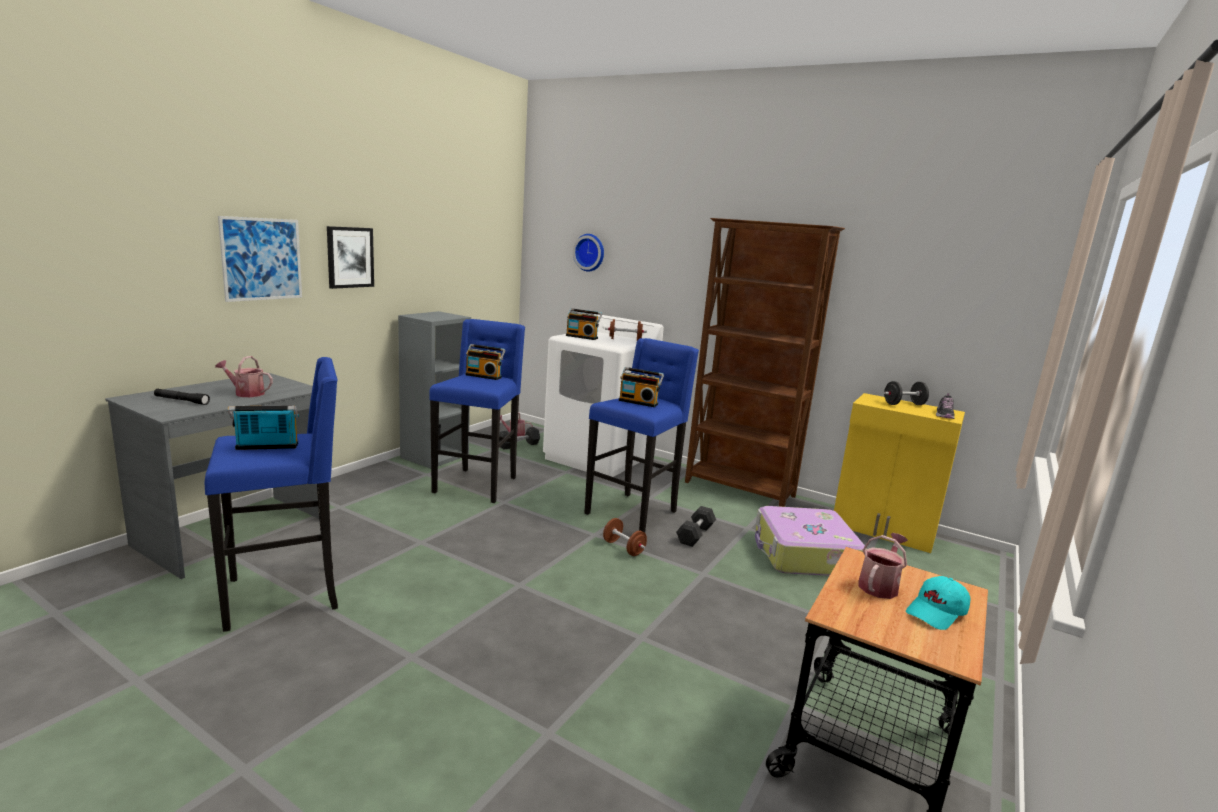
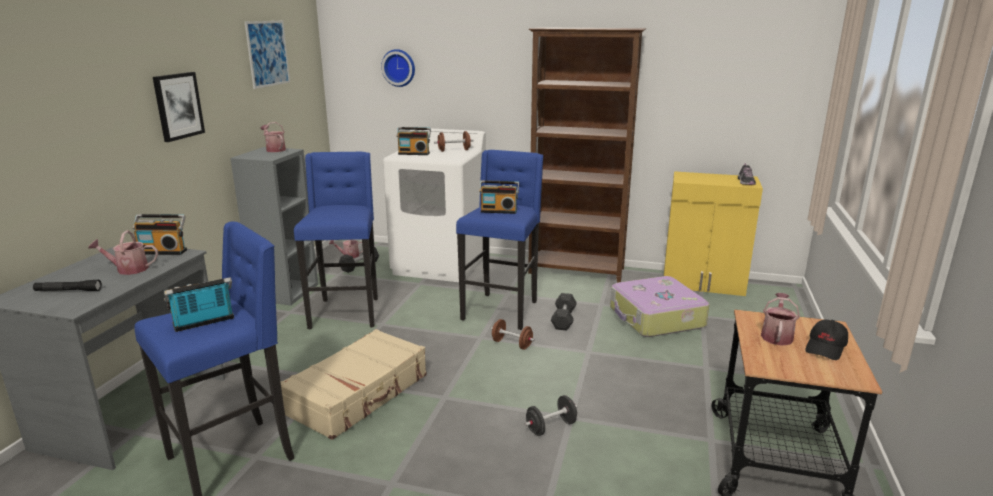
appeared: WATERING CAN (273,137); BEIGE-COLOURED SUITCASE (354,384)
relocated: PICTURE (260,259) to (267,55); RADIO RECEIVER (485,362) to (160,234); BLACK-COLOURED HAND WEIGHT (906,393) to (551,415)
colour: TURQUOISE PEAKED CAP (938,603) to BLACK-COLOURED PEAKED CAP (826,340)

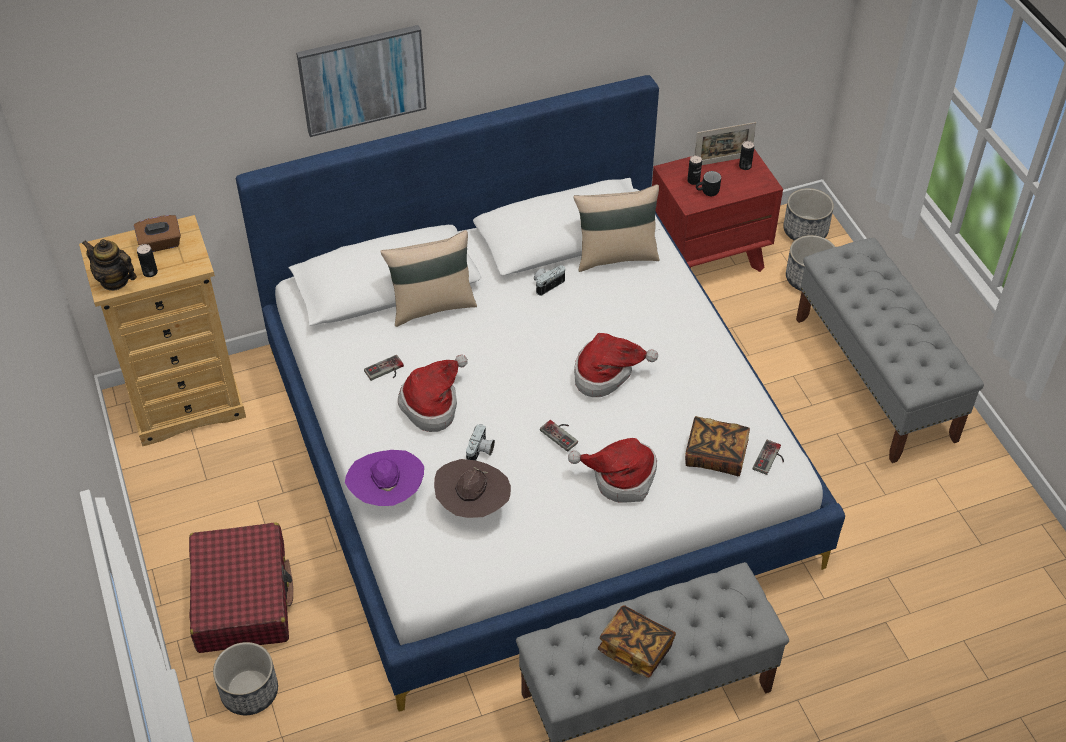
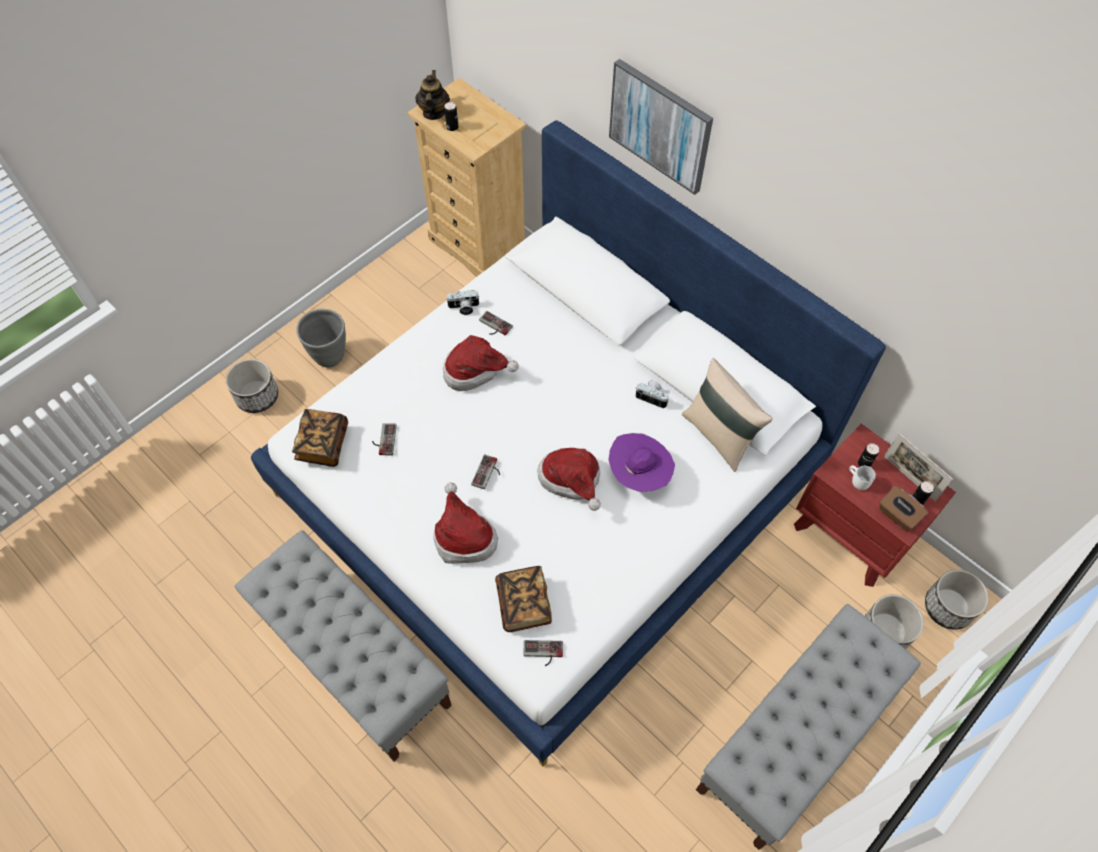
missing: BEIGE-COLOURED THROW PILLOW (428,278)
relocated: BROWN-COLOURED BOX OF TISSUES (157,233) to (903,508); STILL CAMERA (480,442) to (463,302); PURPLISH HAT (384,478) to (641,462); BOOK (637,641) to (320,438)
exchanged: BROWN-COLOURED HAT (472,488) to GAMEPAD (384,439); REDDISH SUITCASE (241,587) to GRAY FLOWER POT (321,338)
colour: BLACK-COLOURED MUG (708,183) to WHITE MUG (862,477)

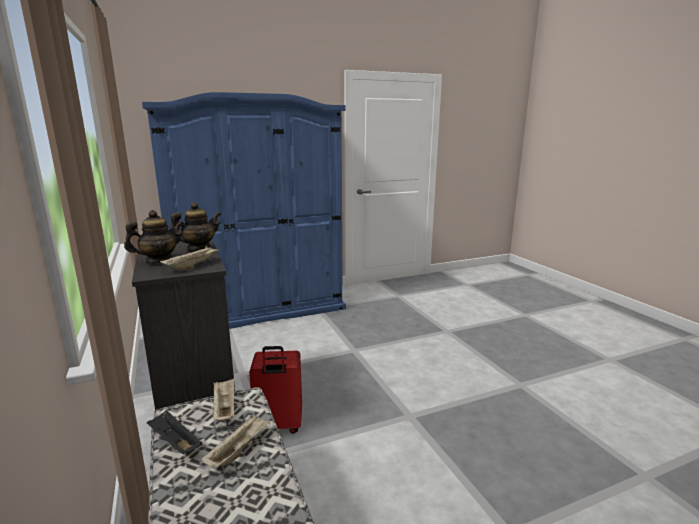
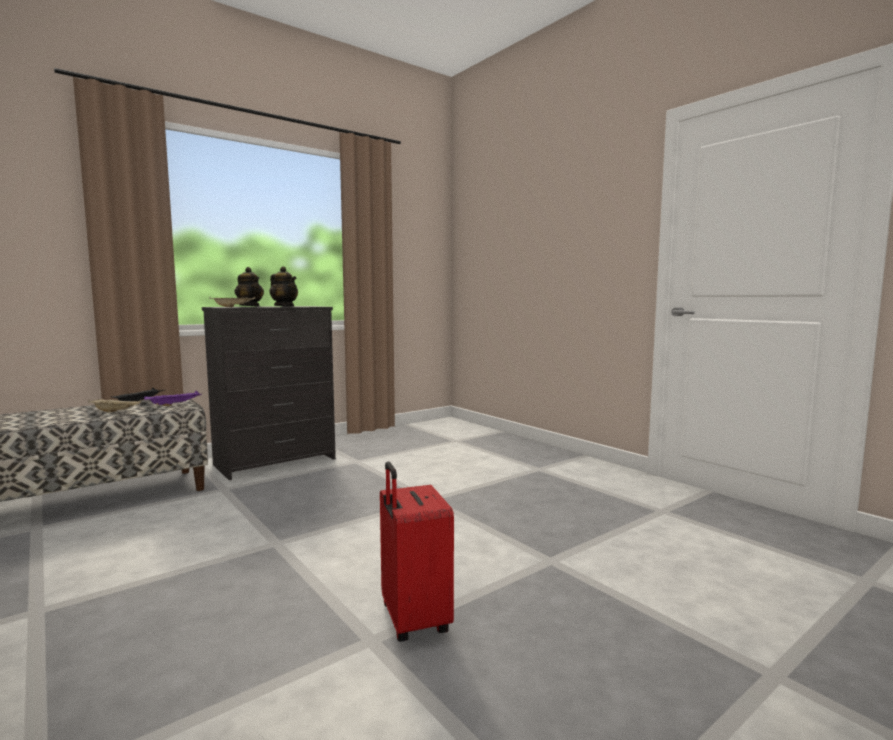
missing: BLUISH CLOTHES CUPBOARD (244,210)
relocated: REDDISH SUITCASE (275,390) to (417,552)
colour: BEIGE-COLOURED TRAY (223,399) to PURPLISH TRAY (173,398)

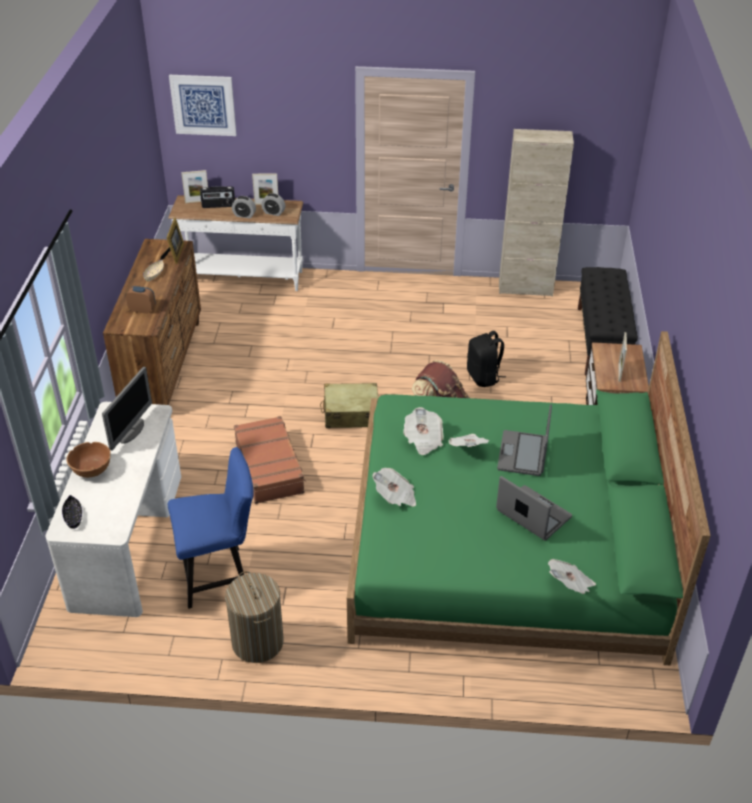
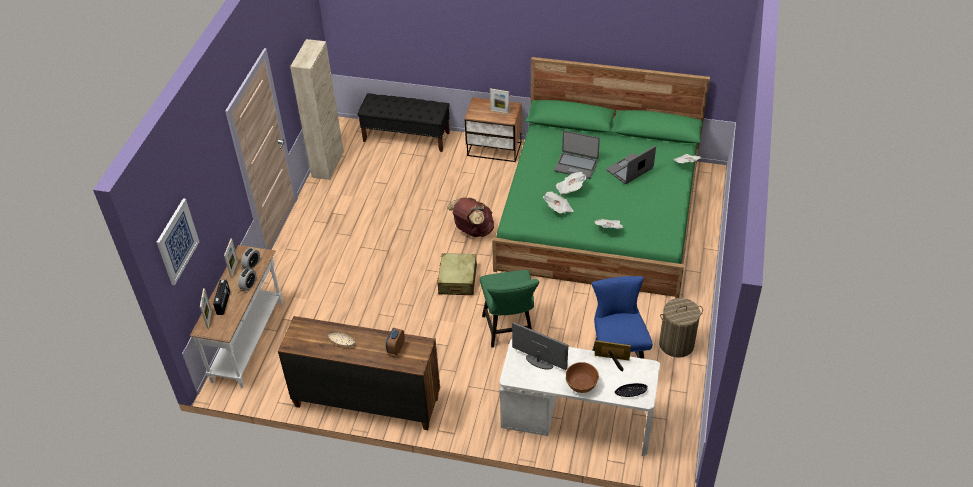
missing: BLACK-COLOURED KNAPSACK (486,359)
relocated: PHOTO FRAME (172,241) to (613,356)
exchanged: BROWN-COLOURED SUITCASE (270,460) to GREEN CHAIR (509,309)

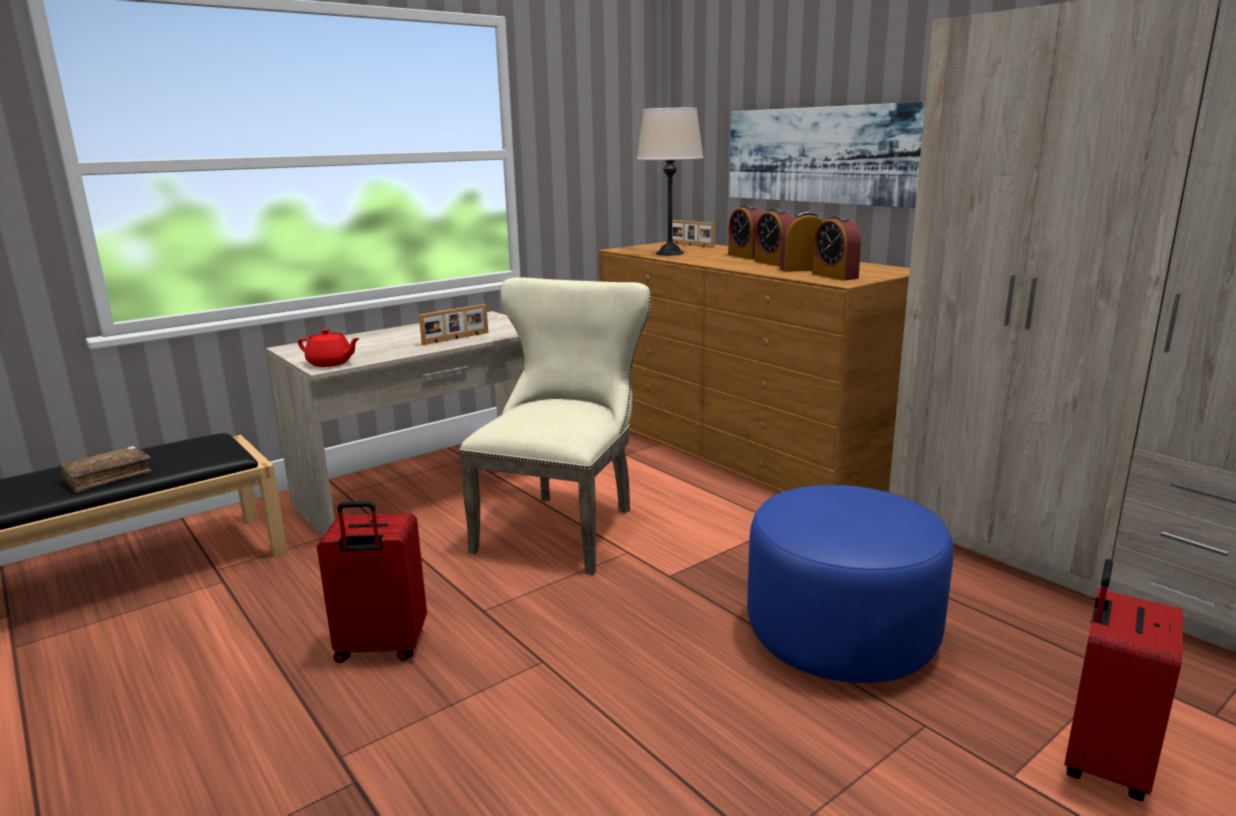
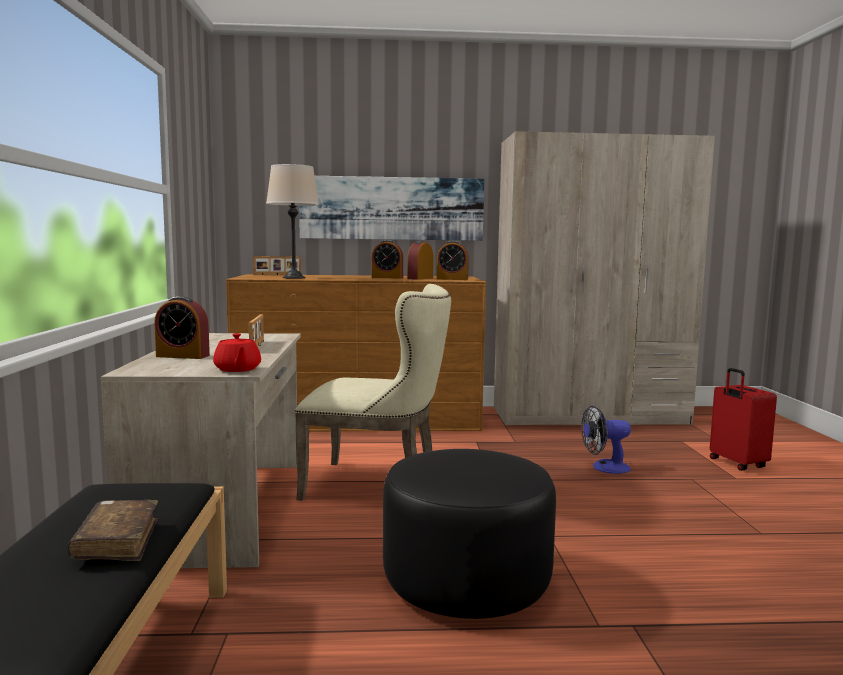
relocated: BEDSIDE CLOCK (745,232) to (182,327)
exchanged: BLUISH OTTOMAN (850,584) to COOLING FAN (606,439); REDDISH SUITCASE (372,582) to BLACK-COLOURED OTTOMAN (469,534)
spun: BEIGE-COLOURED CHAIR (555,426) = (373,392) 135 degrees clockwise; REDDISH POT FOR TEA (329,348) = (237,352) 105 degrees clockwise

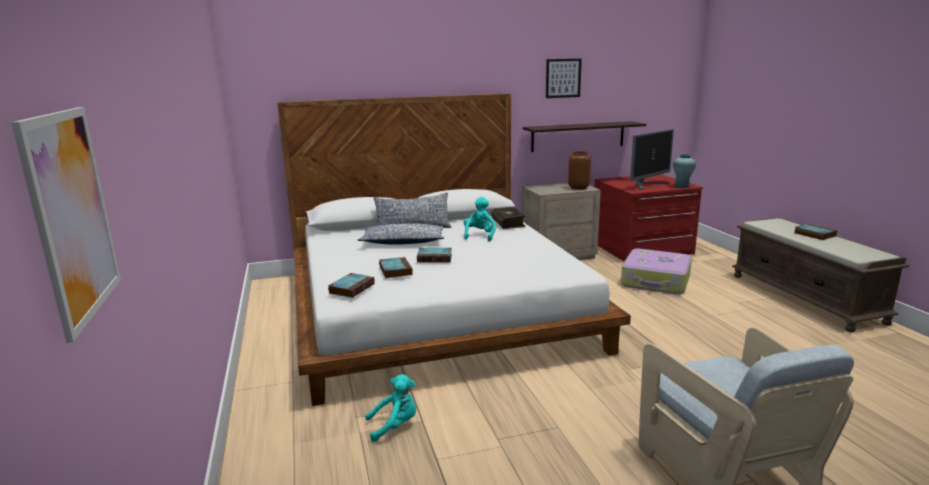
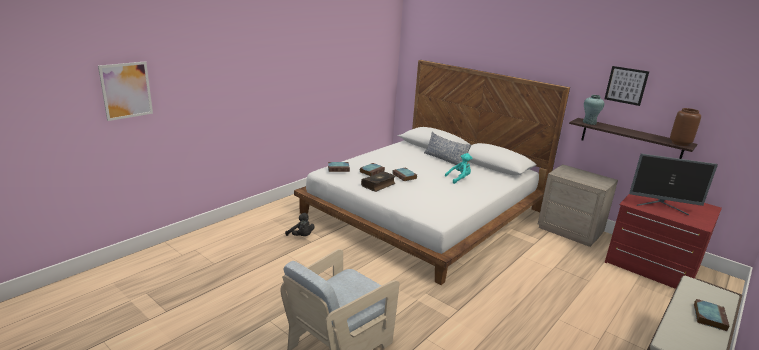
missing: THROW PILLOW (401,234); SUITCASE (656,271)
relocated: BROWN-COLOURED FLOWER VASE (579,170) to (685,127); TURQUOISE FLOWER VASE (684,171) to (593,110); BOOK (508,218) to (378,181)
colour: TURQUOISE CUDDLY TOY (390,408) to BLACK-COLOURED CUDDLY TOY (300,224)

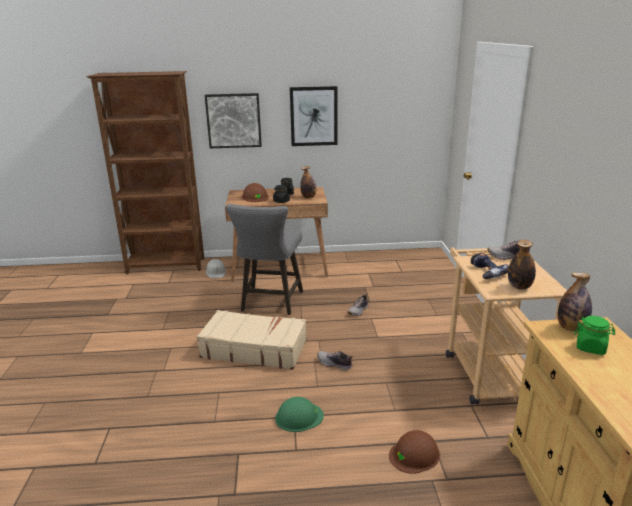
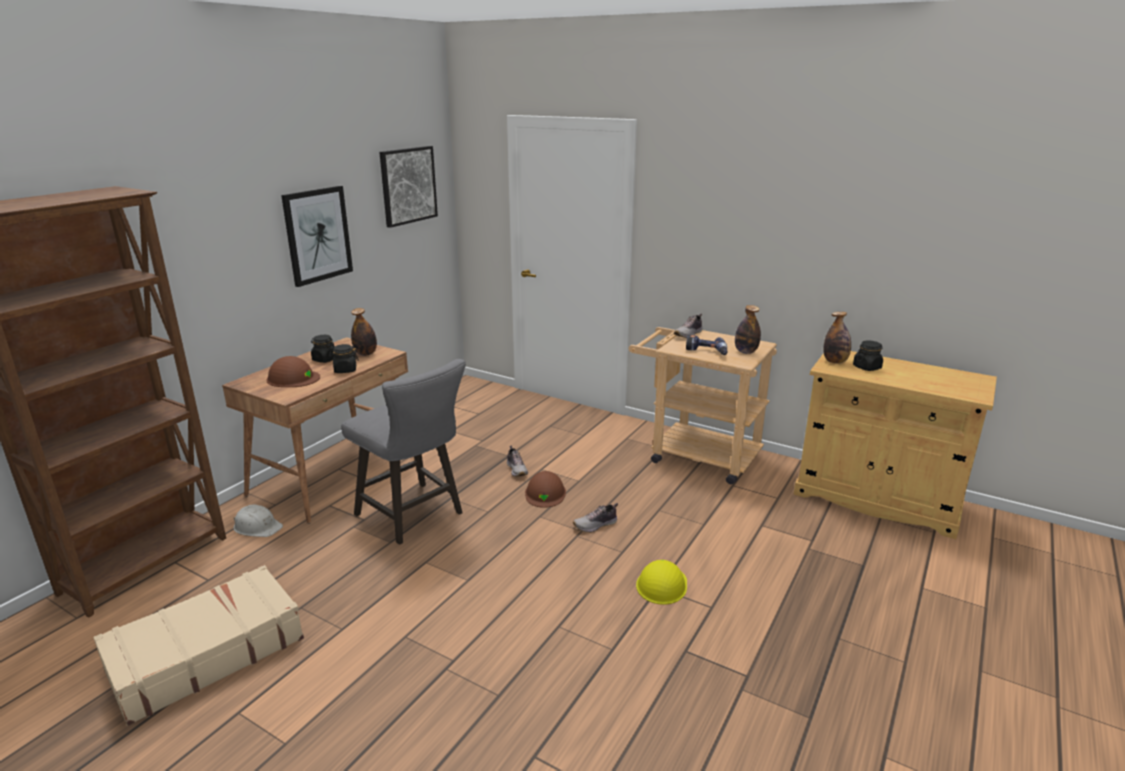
relocated: PICTURE (233,120) to (408,187); BEIGE-COLOURED SUITCASE (251,340) to (198,645); BROWN-COLOURED SAFETY HELMET (414,452) to (545,489)
colour: GREEN JAR (594,335) to BLACK-COLOURED JAR (868,355); GREEN SAFETY HELMET (299,414) to YELLOW-COLOURED SAFETY HELMET (661,582)

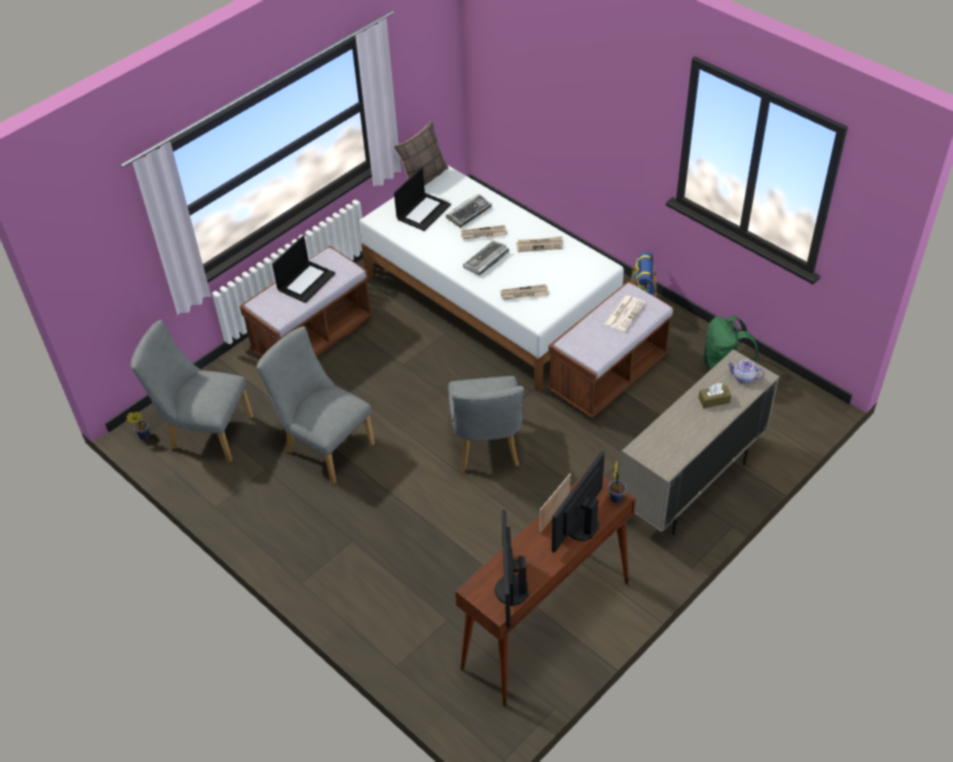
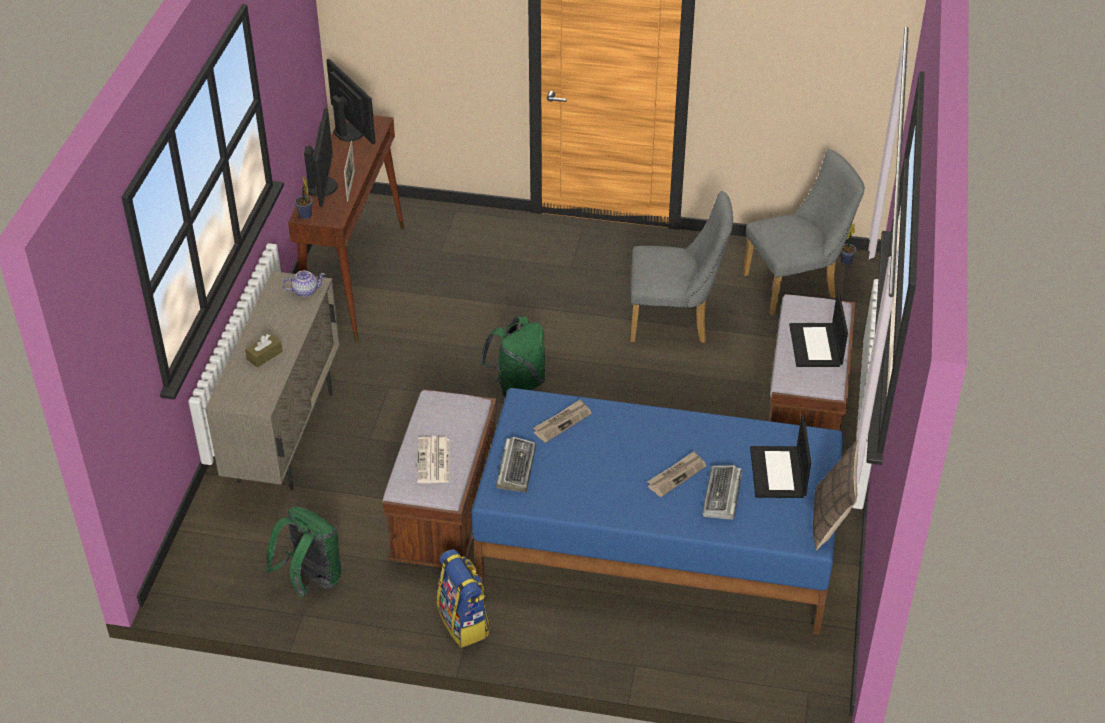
missing: NEWSPAPER (539,244)
relocated: KEYBOARD (486,258) to (516,464); POT FOR TEA (746,372) to (303,284)
exchanged: GRAY CHAIR (486,423) to GREEN KNAPSACK (512,356)
colour: WHITE SLEEPING BED (491,278) to BLUISH SLEEPING BED (657,511)

